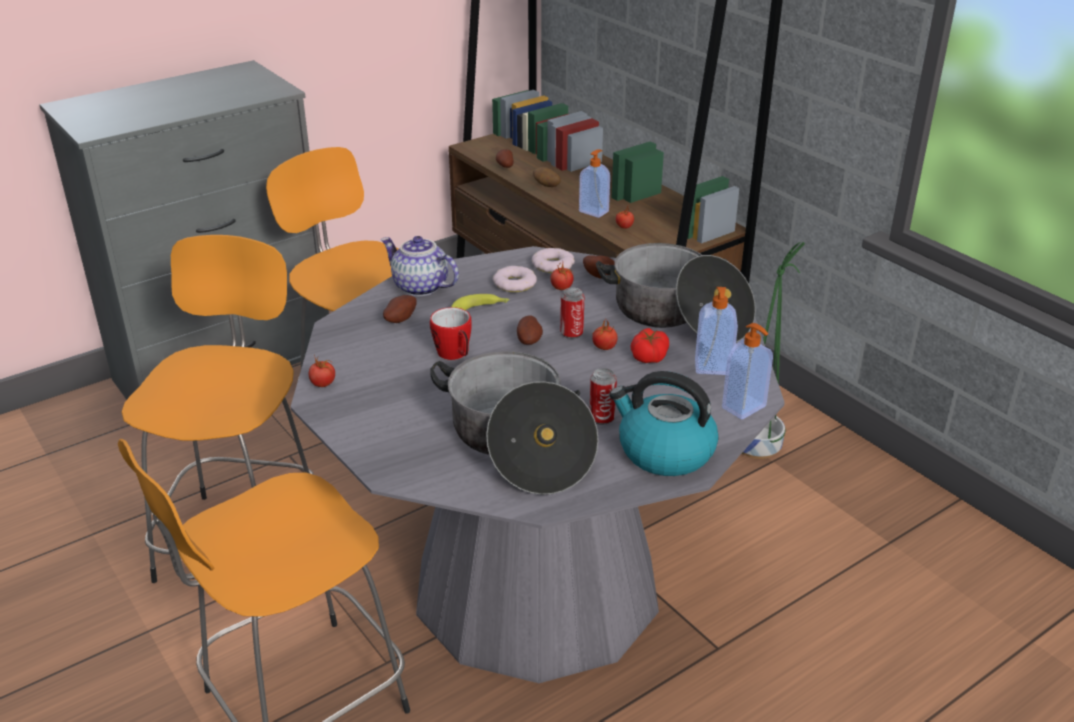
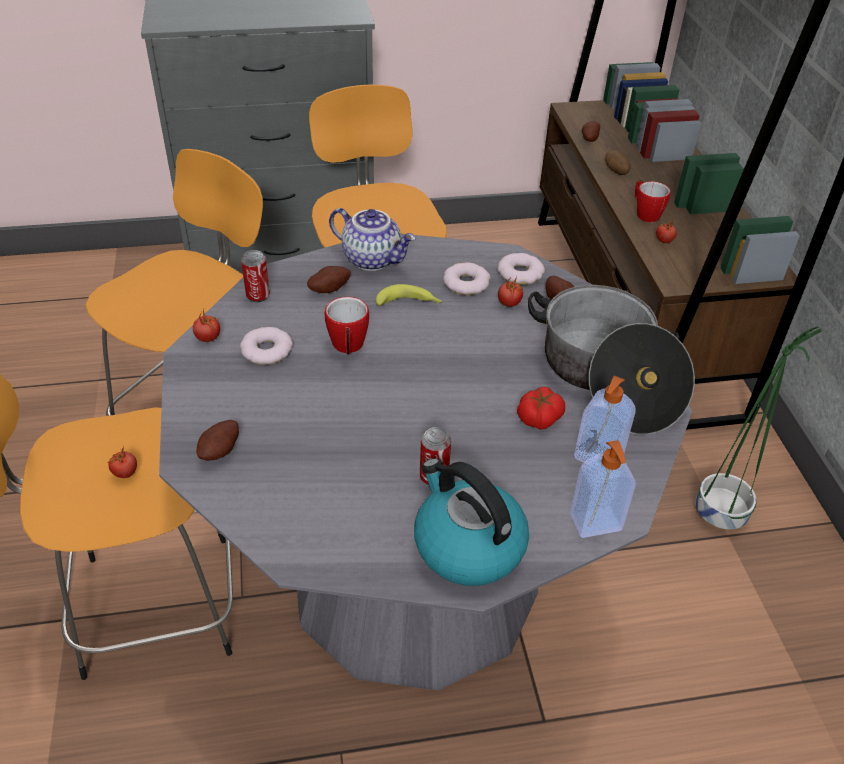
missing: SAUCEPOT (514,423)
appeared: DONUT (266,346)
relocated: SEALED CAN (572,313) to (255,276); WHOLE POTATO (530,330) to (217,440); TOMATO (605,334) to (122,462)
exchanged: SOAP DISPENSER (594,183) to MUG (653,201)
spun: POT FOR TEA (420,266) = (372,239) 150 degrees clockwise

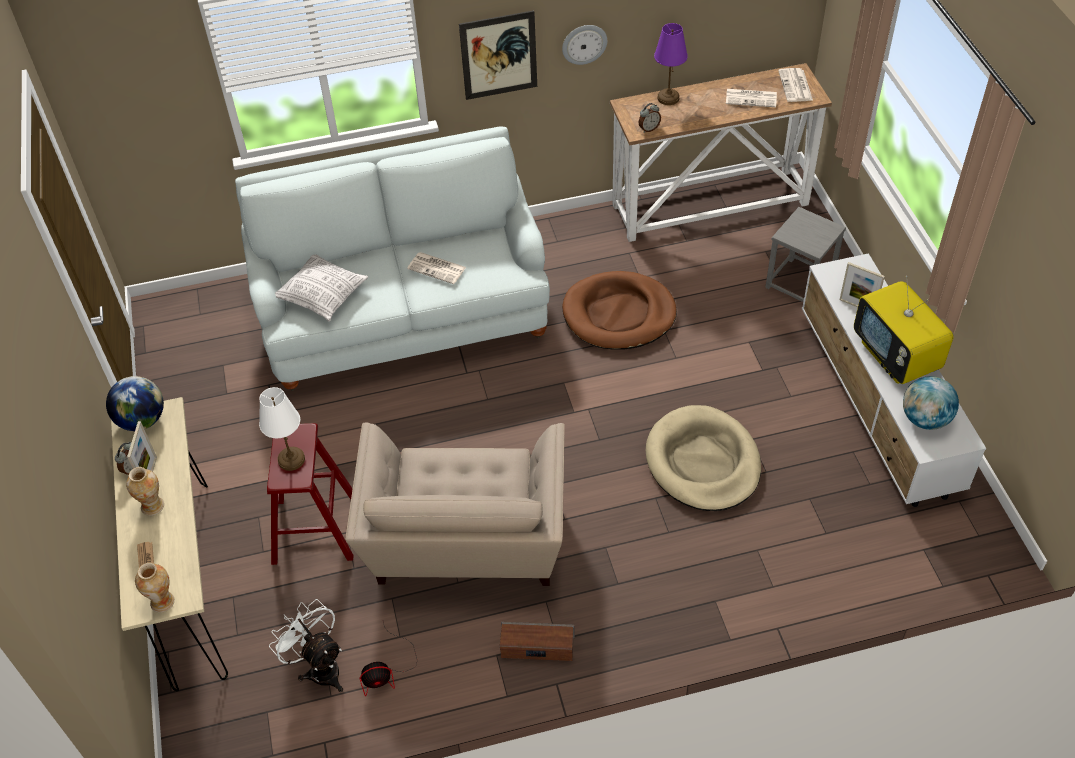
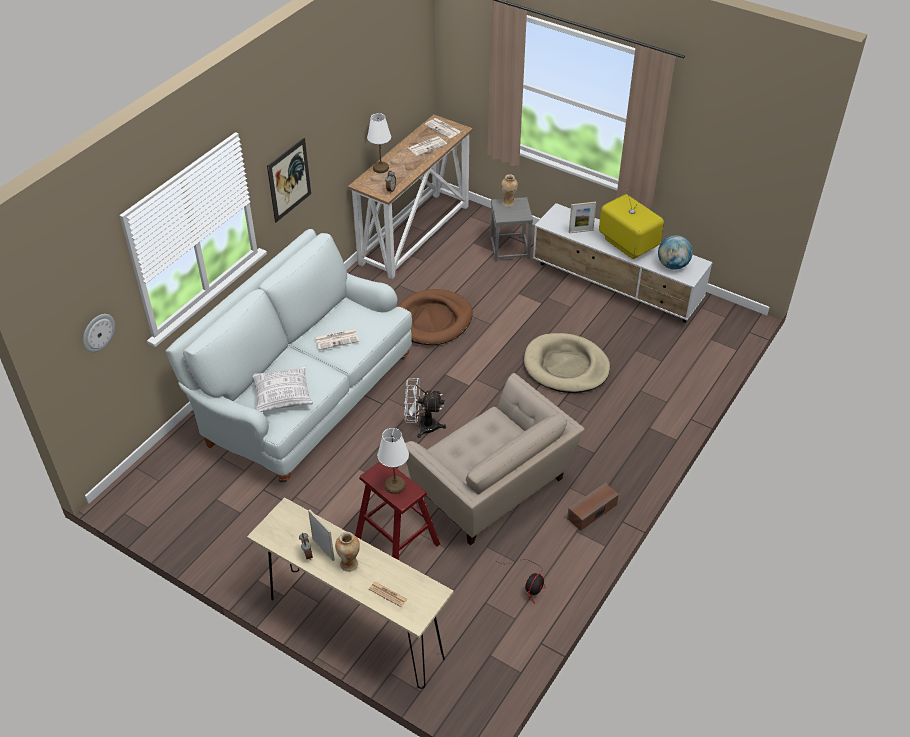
missing: DESK GLOBE (135,403)
relocated: WALL CLOCK (584,45) to (99,333); FLOWER VASE (155,588) to (509,191); WHITE COOLING FAN (306,645) to (425,408)
colour: PURPLISH TABLETOP LAMP (671,64) to WHITE TABLETOP LAMP (379,143)
spun: TELEVISION (904,330) = (631,222) 150 degrees counterclockwise

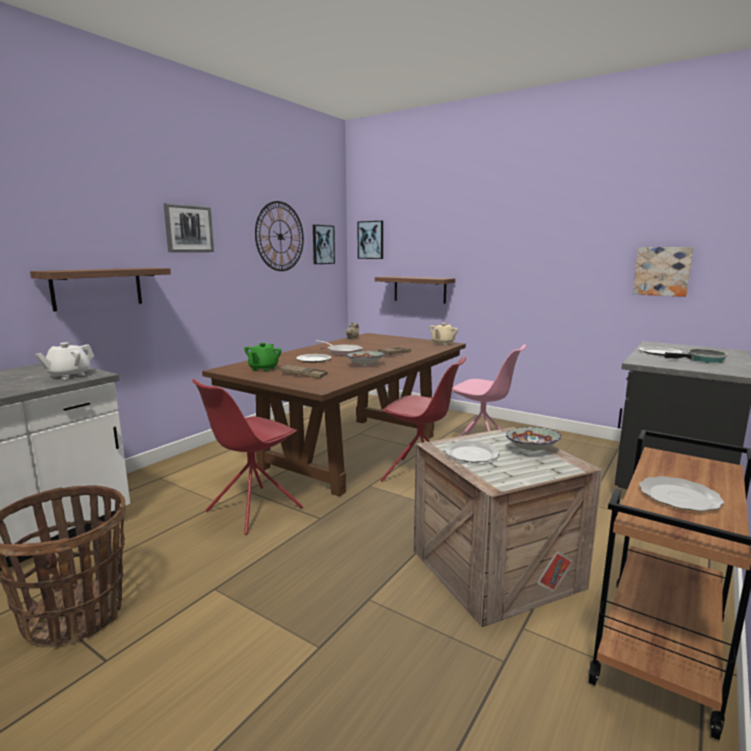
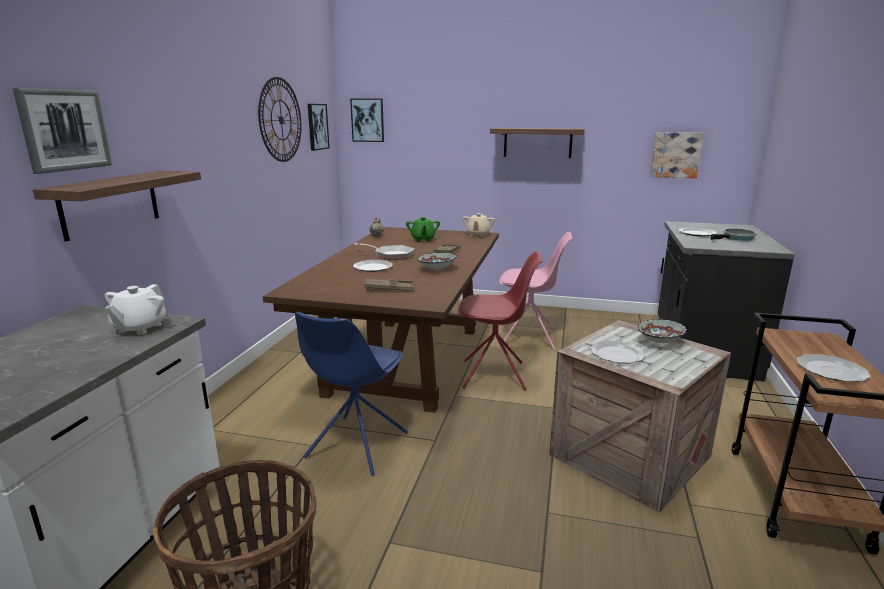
relocated: PICTURE (189,227) to (62,131); SHELF (415,290) to (537,143); GREEN POT FOR TEA (262,357) to (423,229)
colour: REDDISH CHAIR (247,457) to BLUISH CHAIR (351,393)

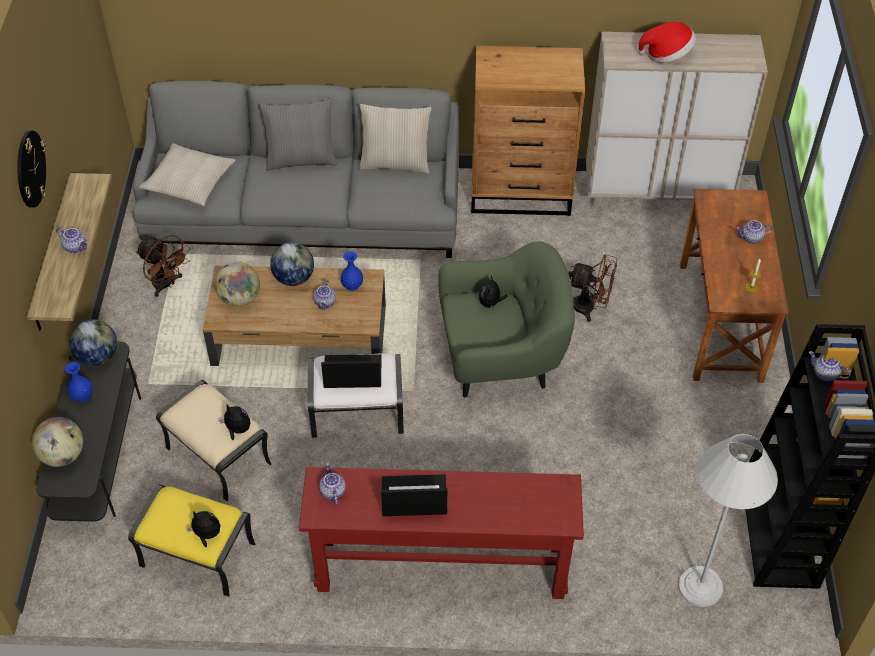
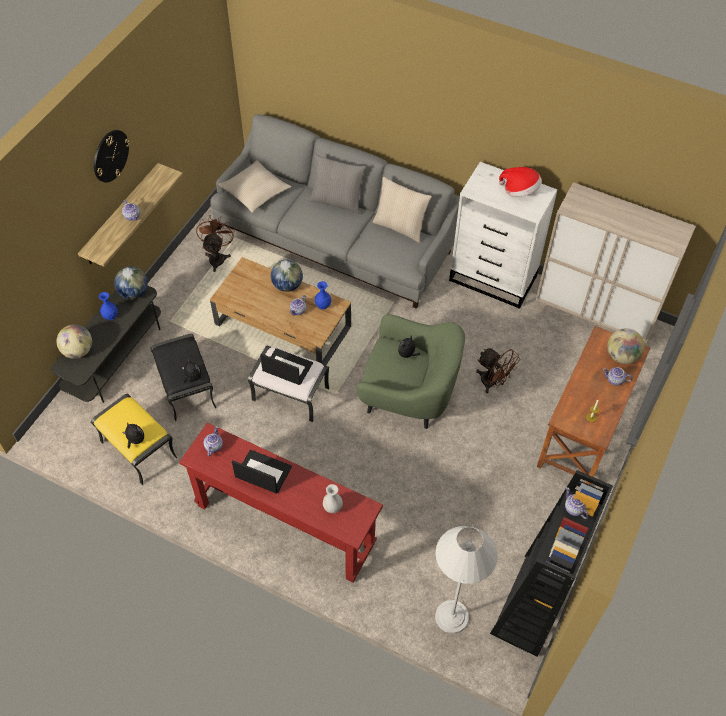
appeared: WHITE FLOWER VASE (333,498)
relocated: HAT (667,42) to (520,182); DESK GLOBE (237,284) to (626,346)
colour: BROWN-COLOURED DRAWER CHEST (528,131) to WHITE DRAWER CHEST (503,235); BEIGE-COLOURED OTTOMAN (214,440) to BLACK-COLOURED OTTOMAN (183,377)
spun: BROWN-COLOURED COOLING FAN (163,266) = (215,243) 150 degrees counterclockwise

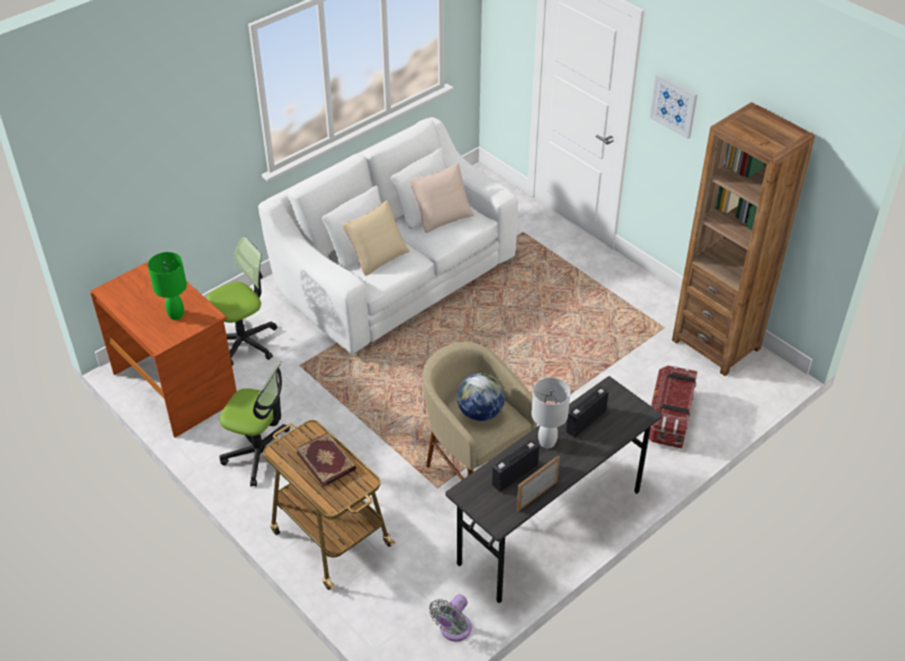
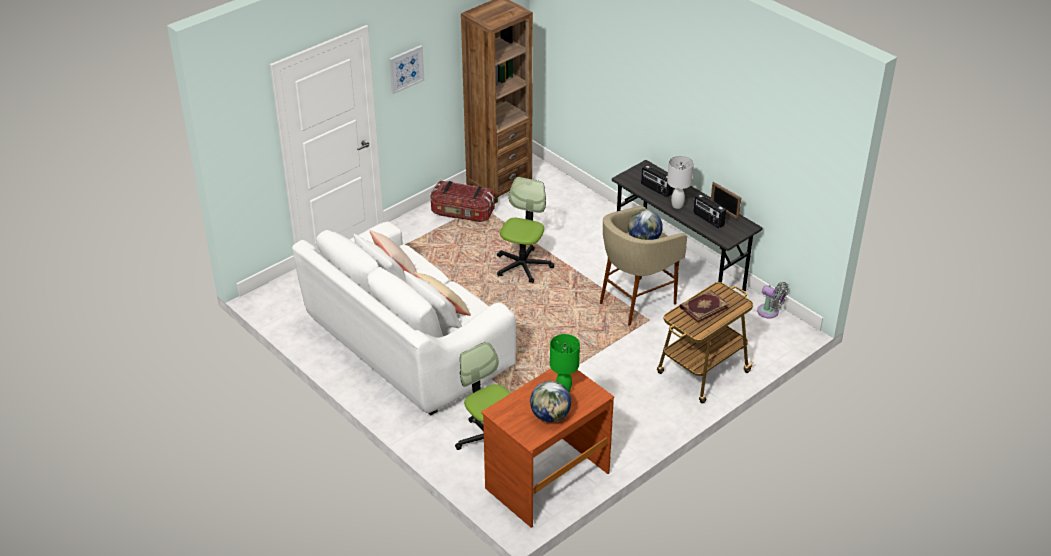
appeared: DESK GLOBE (550,402)
relocated: COMPUTER CHAIR (259,424) to (525,230); STORAGE BIN (673,407) to (462,201)

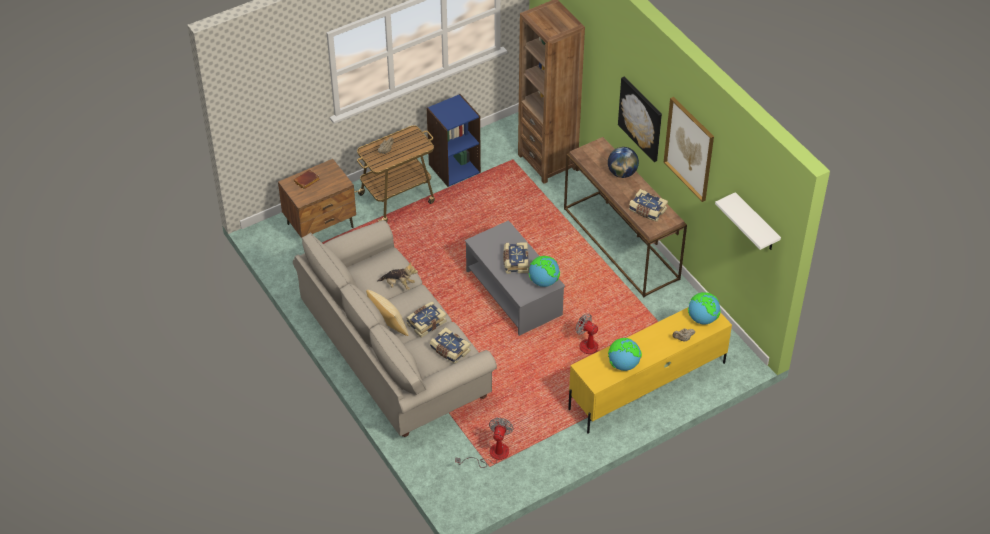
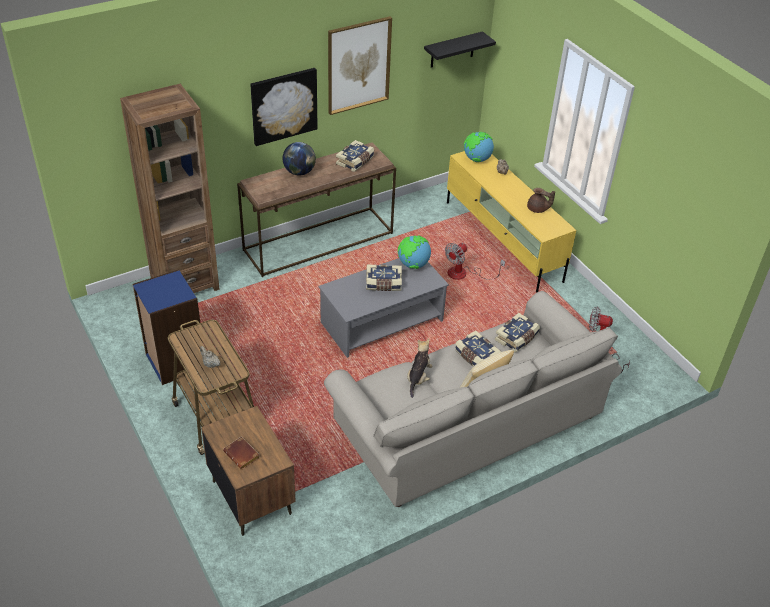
exchanged: DESK GLOBE (625,354) to BROWN-COLOURED POT FOR TEA (541,200)
colour: WHITE SHELF (748,221) to BLACK-COLOURED SHELF (460,49)

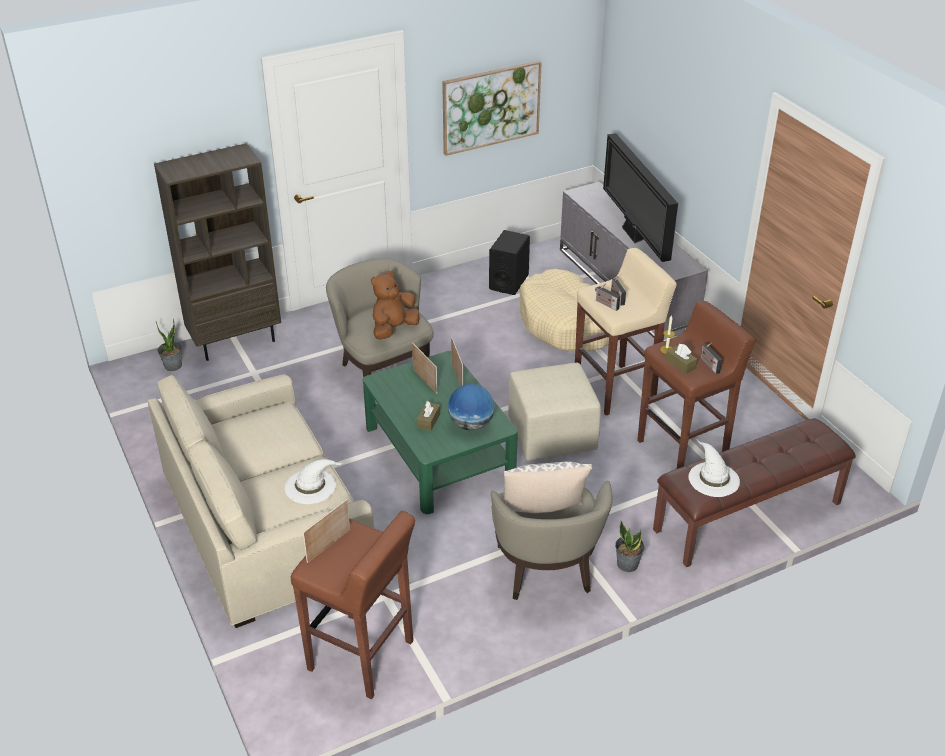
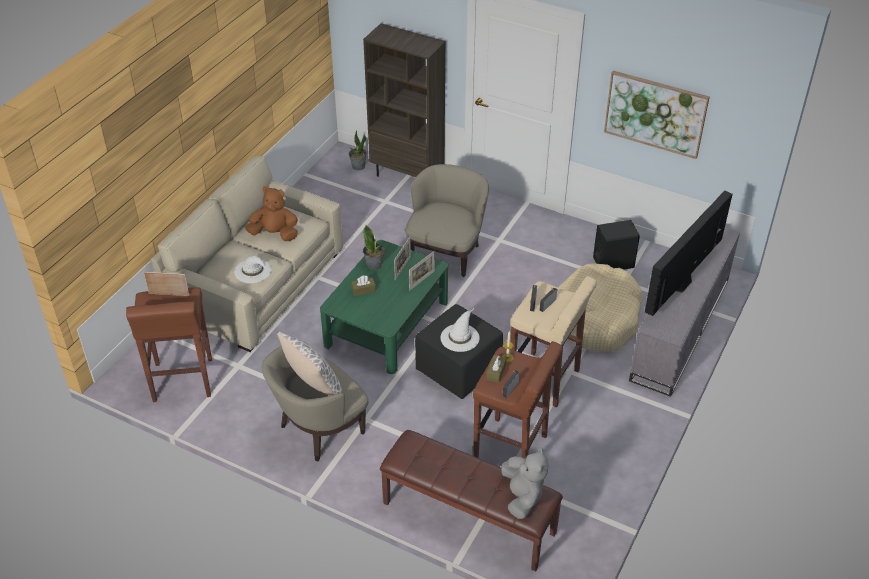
missing: DESK GLOBE (471,407)
appeared: GRAY CUDDLY TOY (524,483)
relocated: BROWN-COLOURED CUDDLY TOY (395,305) to (271,213); WHITE HAT (714,468) to (460,330); POTTED PLANT (630,546) to (374,247)
colour: BEIGE-COLOURED OTTOMAN (554,412) to BLACK-COLOURED OTTOMAN (459,351)

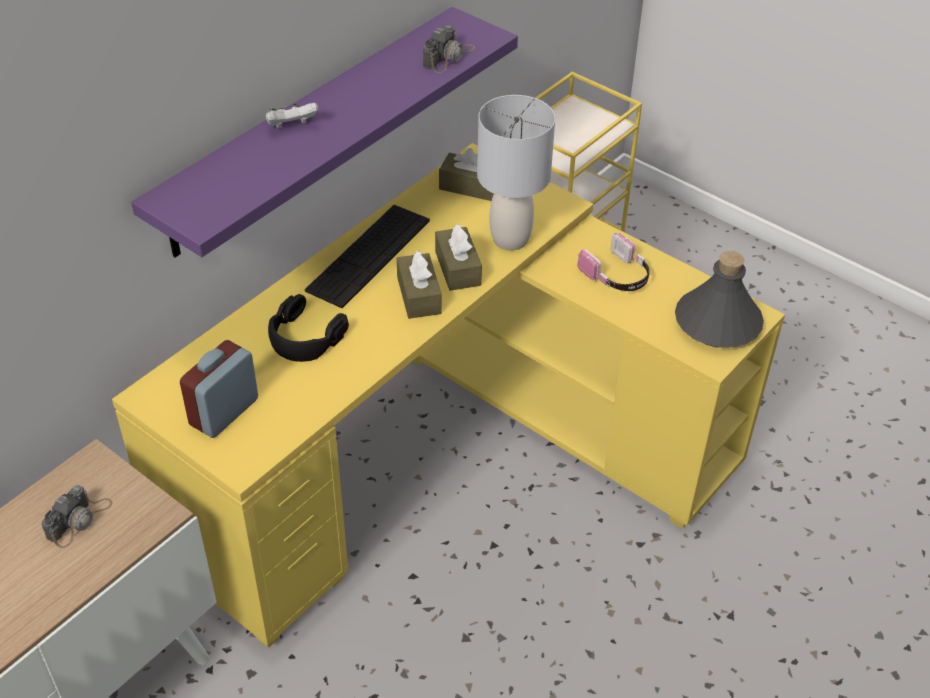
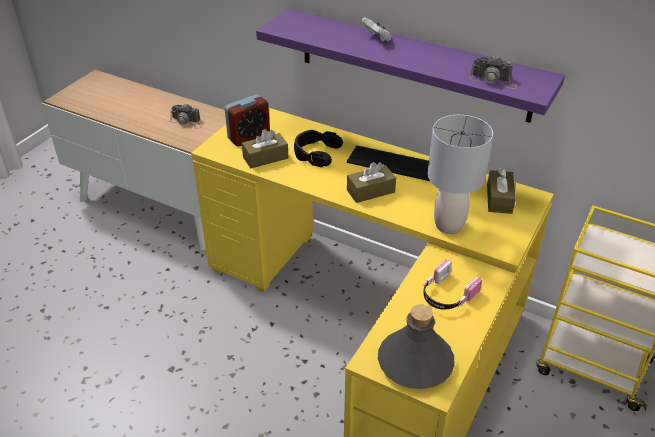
relocated: BROWN-COLOURED BOX OF TISSUES (458,257) to (265,148)
spun: BEDSIDE CLOCK (219,389) = (247,120) 120 degrees clockwise

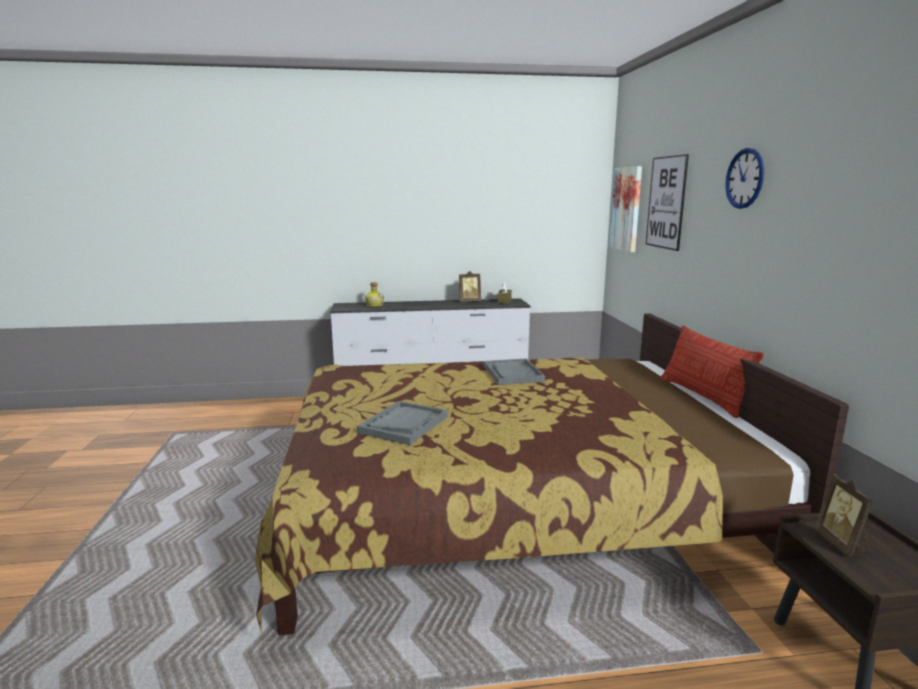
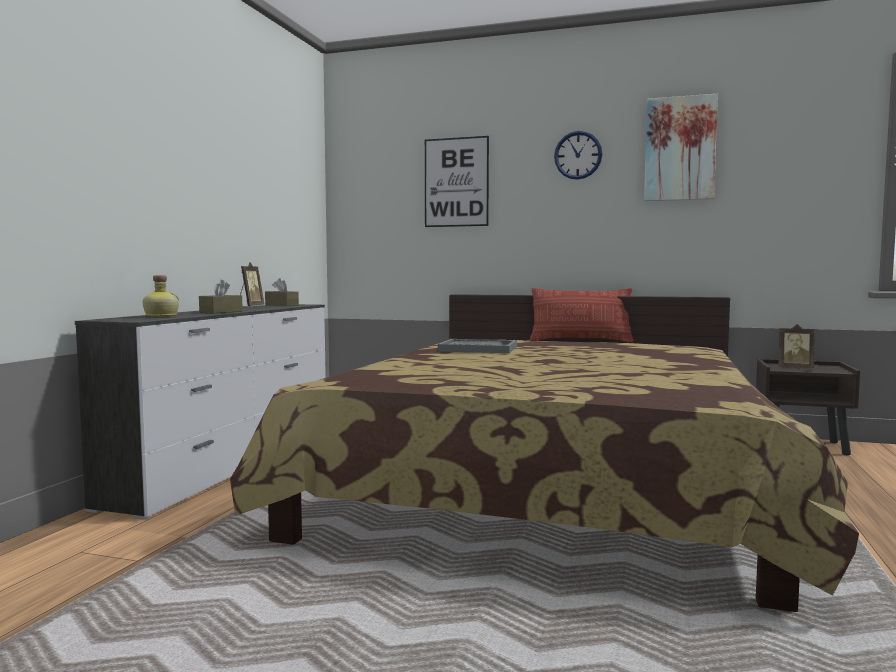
missing: GRAY TRAY (402,423)
appeared: BROWN-COLOURED BOX OF TISSUES (221,296)
relocated: PICTURE (625,209) to (681,147)

